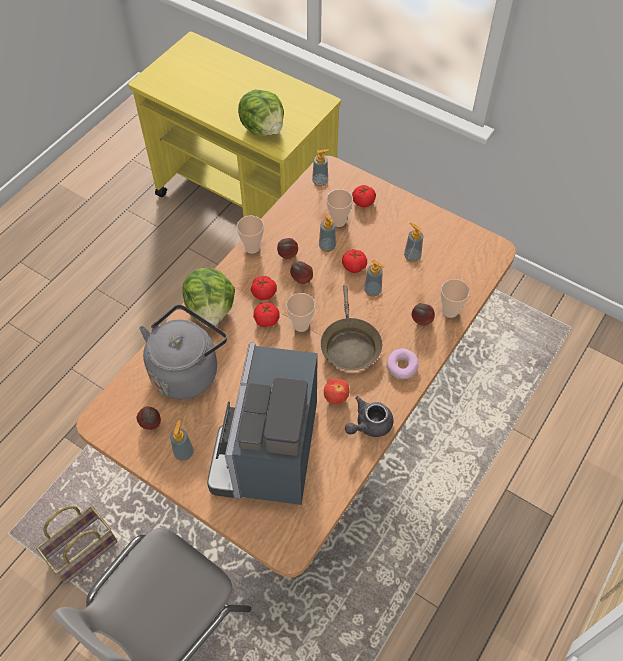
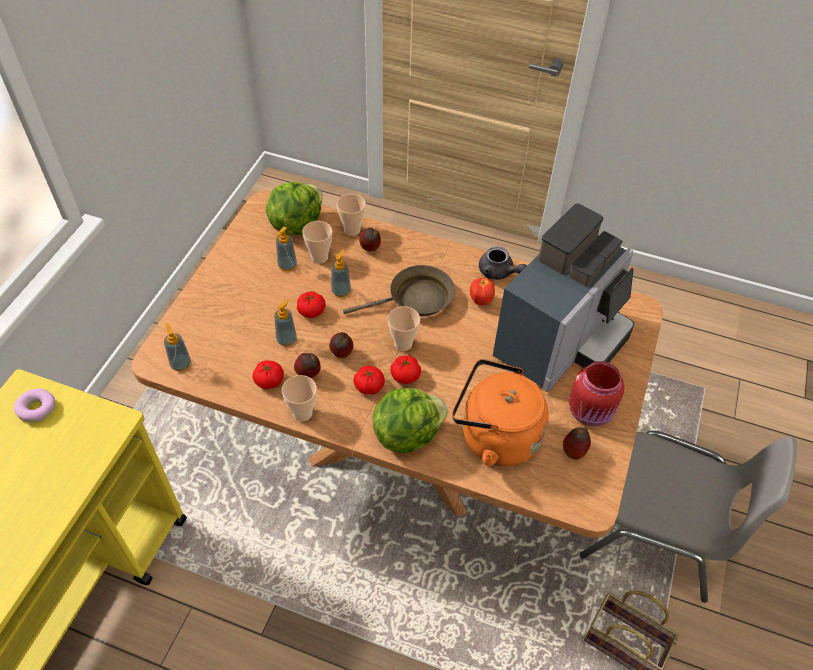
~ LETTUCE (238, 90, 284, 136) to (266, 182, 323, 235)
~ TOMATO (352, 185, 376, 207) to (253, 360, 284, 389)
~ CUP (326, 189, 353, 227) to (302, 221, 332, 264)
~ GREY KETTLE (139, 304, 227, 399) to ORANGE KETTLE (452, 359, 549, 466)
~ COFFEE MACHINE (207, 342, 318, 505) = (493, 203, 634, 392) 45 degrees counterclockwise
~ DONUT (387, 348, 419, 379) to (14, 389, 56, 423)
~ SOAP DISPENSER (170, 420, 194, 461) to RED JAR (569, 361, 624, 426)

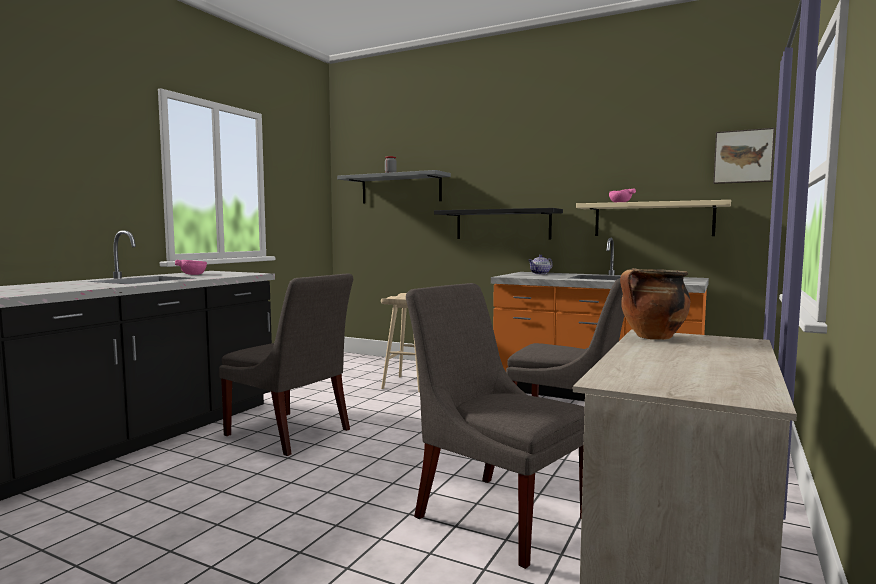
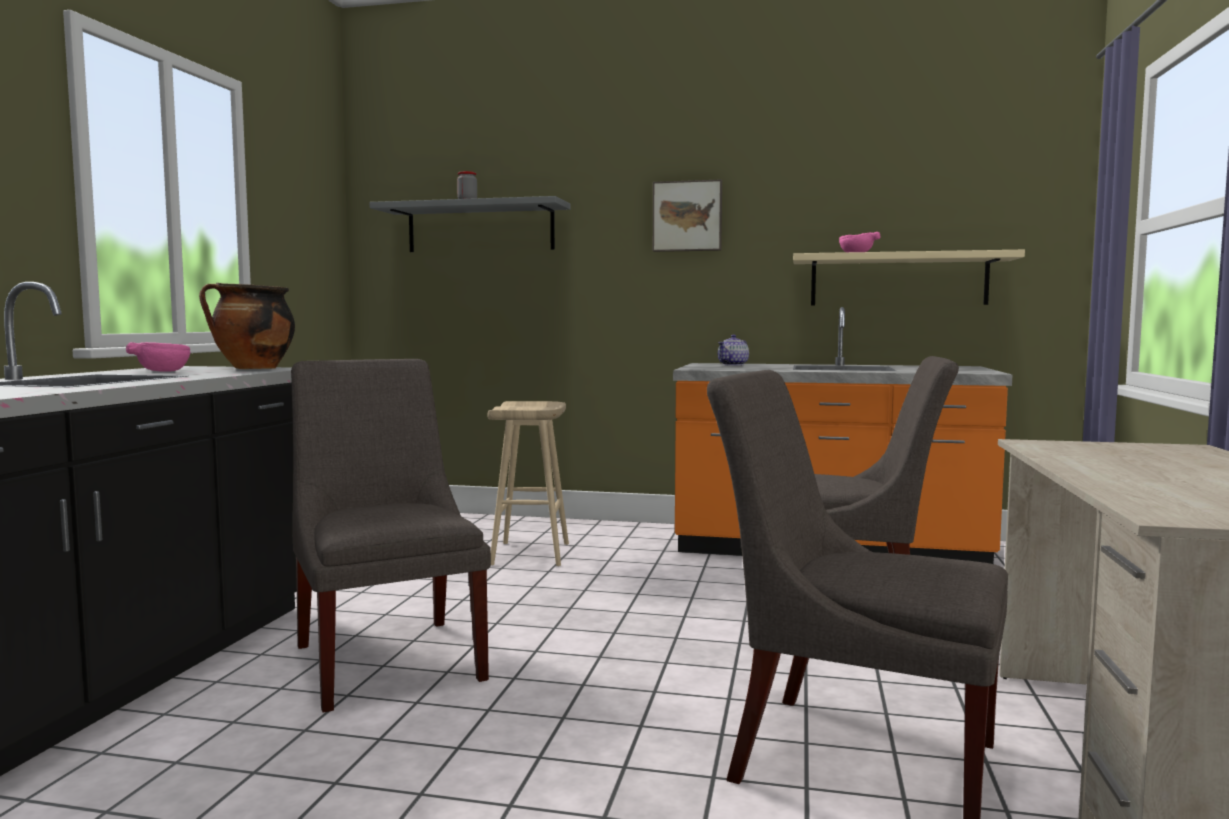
~ PICTURE (713, 128, 775, 184) to (653, 179, 722, 252)
- BLACK SHELF (434, 208, 563, 239)
~ COOKING POT (620, 268, 690, 340) to (199, 283, 295, 369)
~ GREY CHAIR (219, 273, 353, 456) = (291, 359, 491, 713) 135 degrees counterclockwise

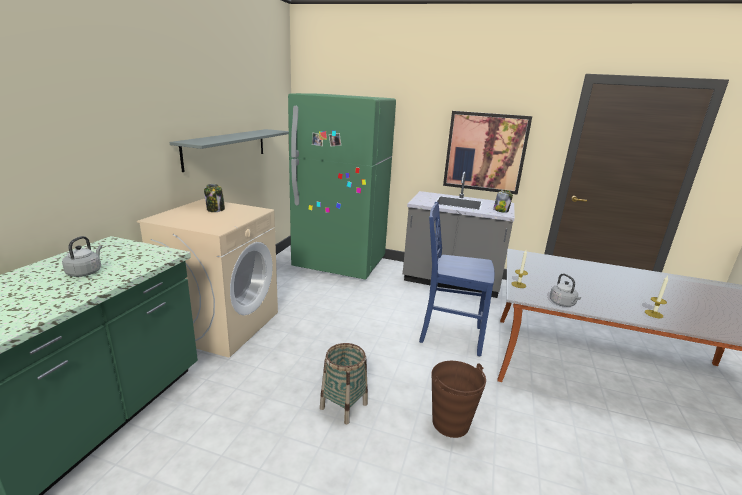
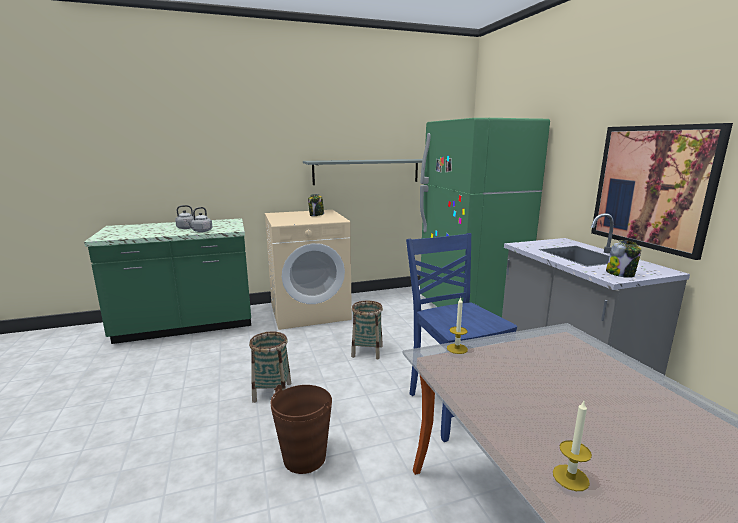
~ GREY KETTLE (550, 273, 581, 307) to (186, 207, 212, 232)
+ BASKET (351, 301, 383, 359)

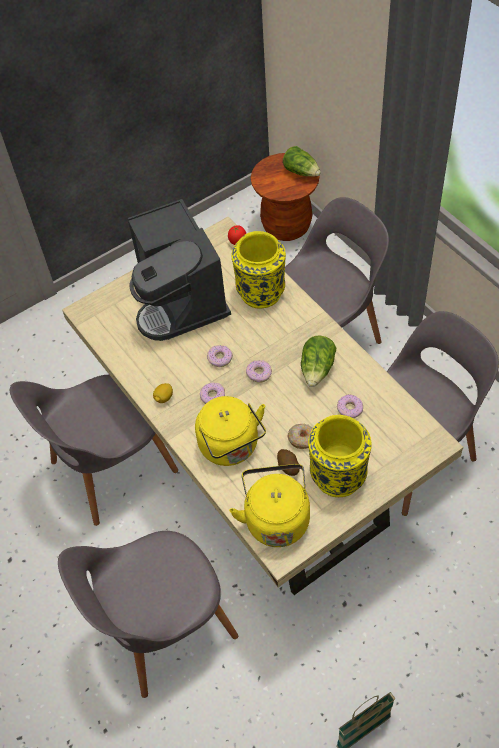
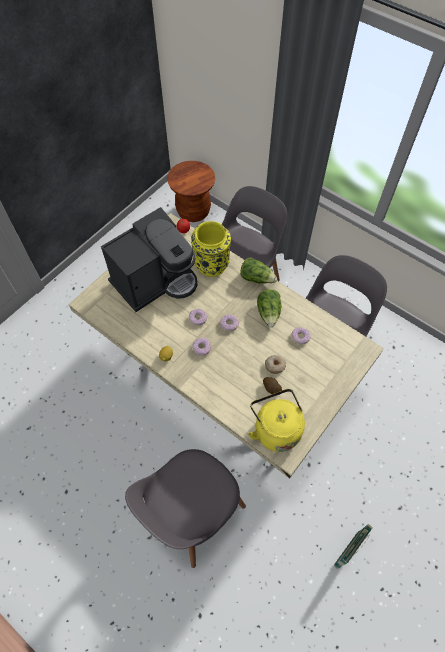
~ LETTUCE (283, 146, 321, 177) to (240, 258, 277, 284)
~ COFFEE MACHINE (127, 199, 231, 341) = (101, 207, 197, 312) 90 degrees counterclockwise
- GREY CHAIR (10, 375, 178, 526)
- YELLOW KETTLE (195, 396, 266, 466)
- YELLOW VASE (308, 415, 372, 497)

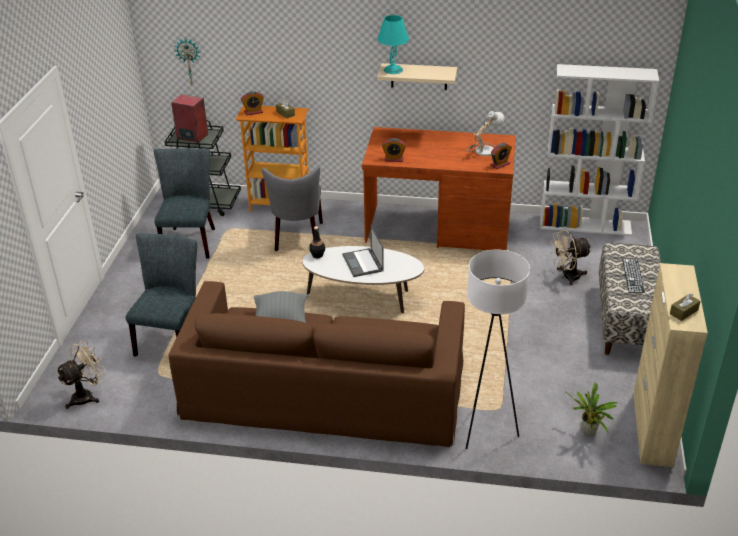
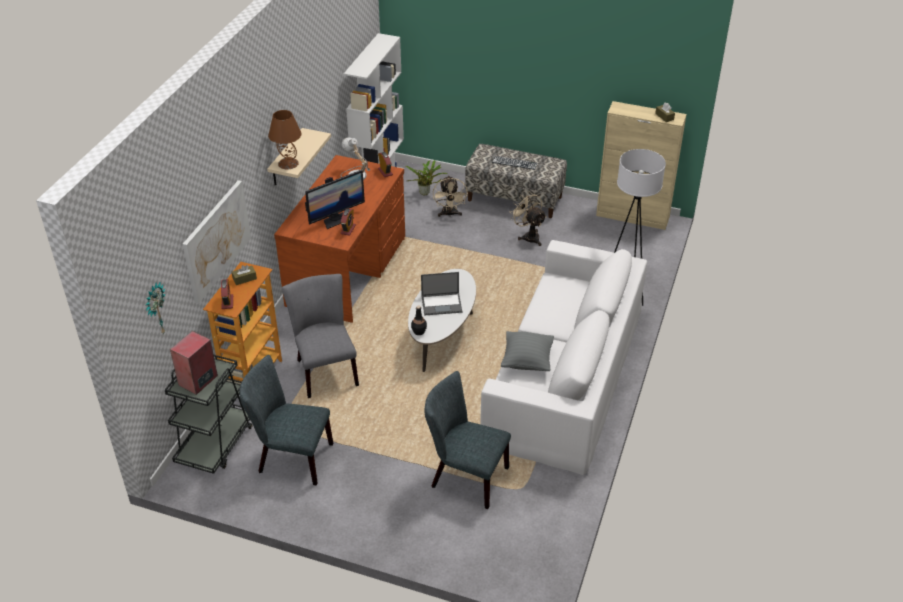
~ TURQUOISE TABLE LAMP (378, 15, 409, 74) to BROWN TABLE LAMP (268, 110, 302, 169)
~ GREY CHAIR (262, 166, 323, 251) = (282, 274, 359, 398) 120 degrees counterclockwise
~ BROWN SOFA (168, 281, 465, 447) to WHITE SOFA (480, 240, 647, 475)
~ BEIGE FAN (56, 340, 106, 409) to (511, 192, 547, 246)
~ POTTED PLANT (565, 383, 618, 435) to (405, 160, 447, 195)
+ MONITOR (305, 170, 365, 229)
+ PICTURE (183, 180, 251, 304)

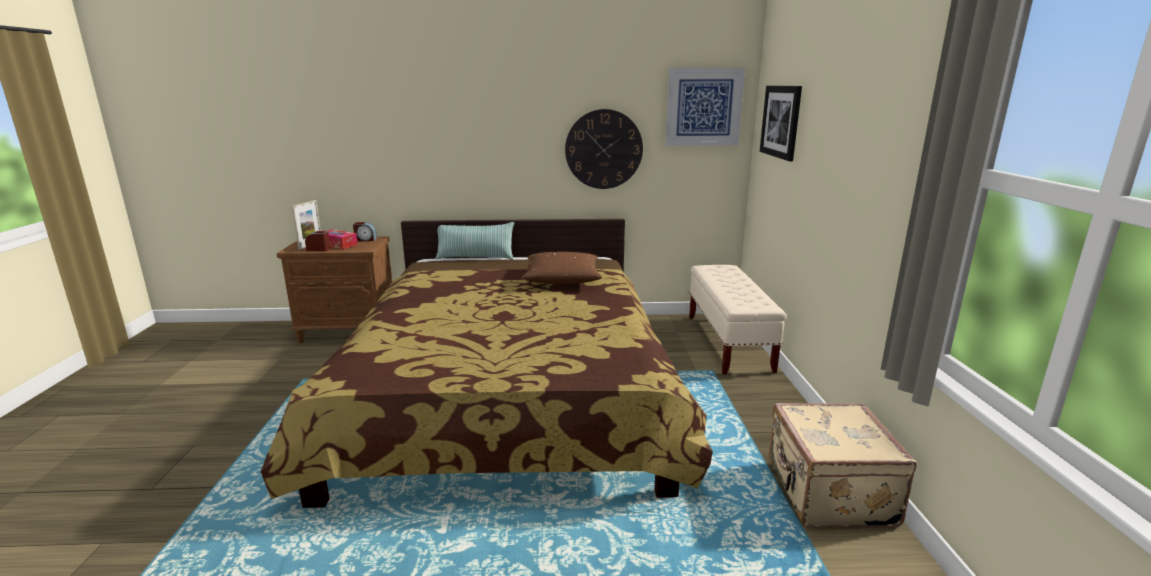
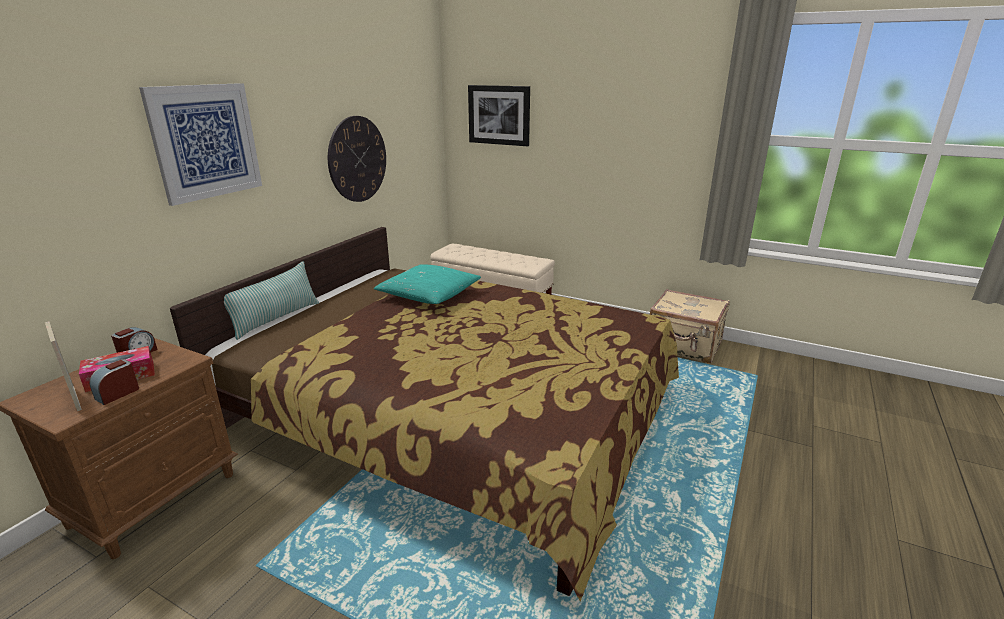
~ PICTURE (665, 68, 745, 146) to (139, 83, 262, 206)
~ BROWN PILLOW (521, 252, 602, 284) to TURQUOISE PILLOW (374, 264, 481, 304)

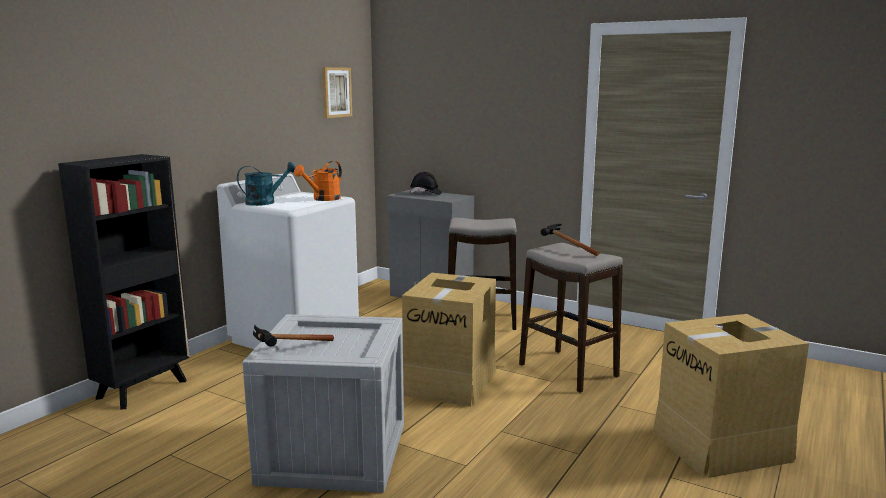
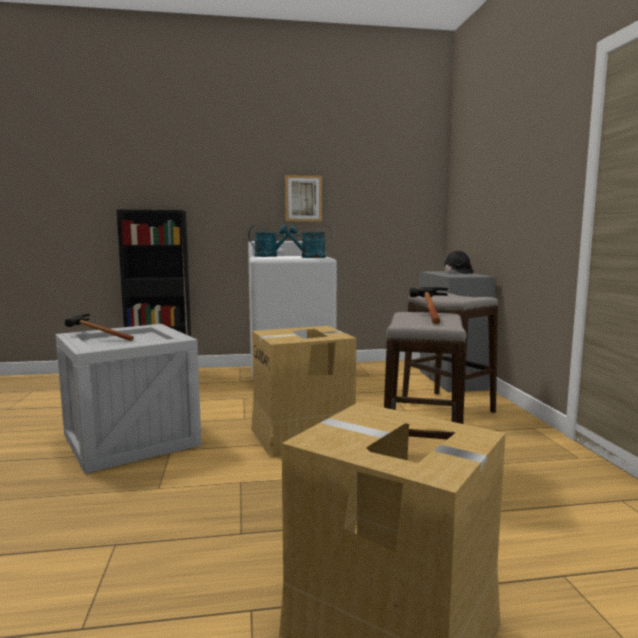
~ PICTURE (322, 67, 352, 118) to (285, 175, 322, 221)
~ ORANGE WATERING CAN (294, 161, 342, 201) to TURQUOISE WATERING CAN (279, 225, 332, 258)

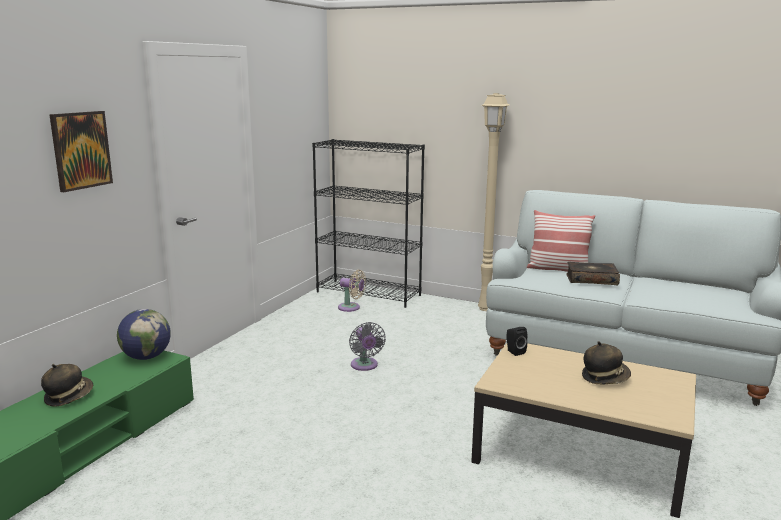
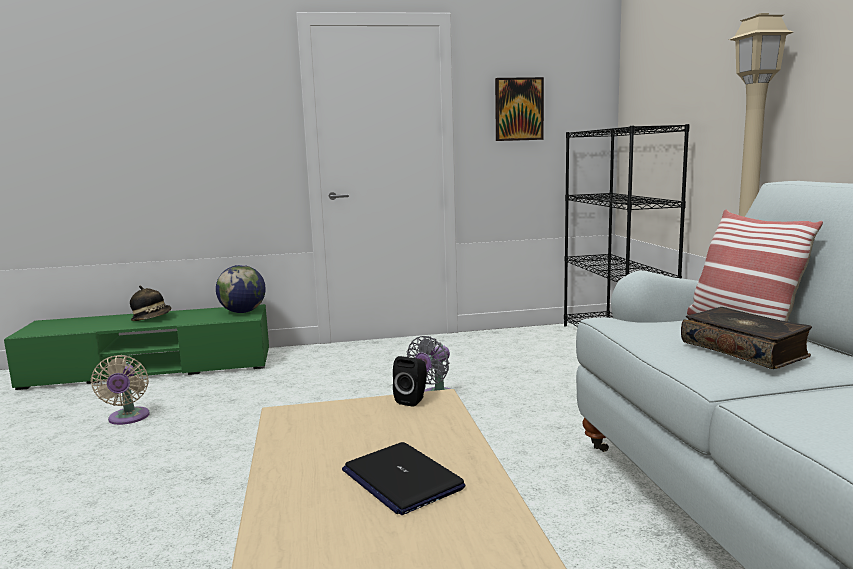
~ PICTURE (49, 111, 113, 192) to (495, 77, 544, 141)
~ BEIGE FAN (338, 270, 366, 312) to (91, 355, 150, 425)
~ HAT (582, 341, 631, 385) to LAPTOP (342, 442, 466, 515)

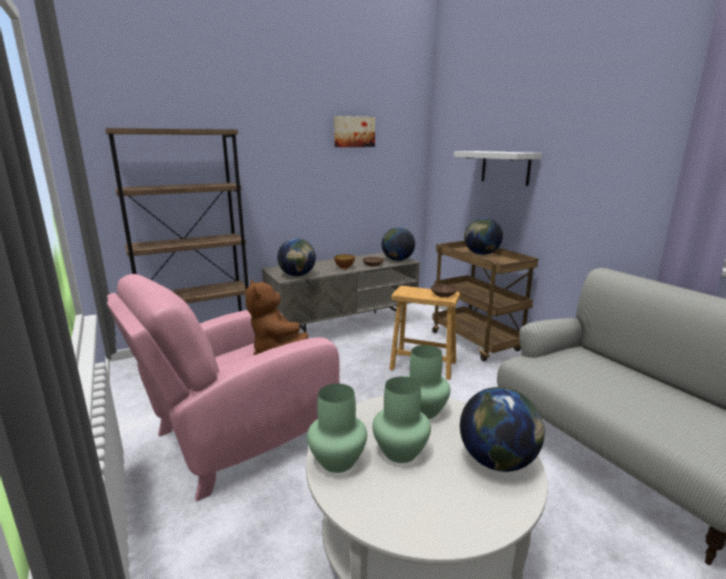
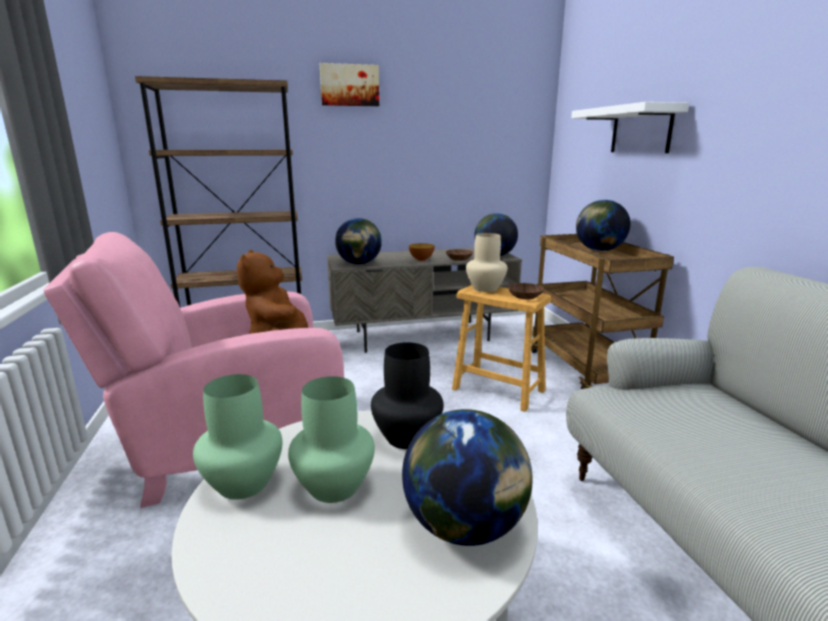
~ PICTURE (334, 116, 375, 147) to (320, 63, 379, 106)
~ GREEN VASE (405, 345, 450, 419) to BLACK VASE (371, 342, 443, 449)
+ BEIGE VASE (466, 233, 507, 292)

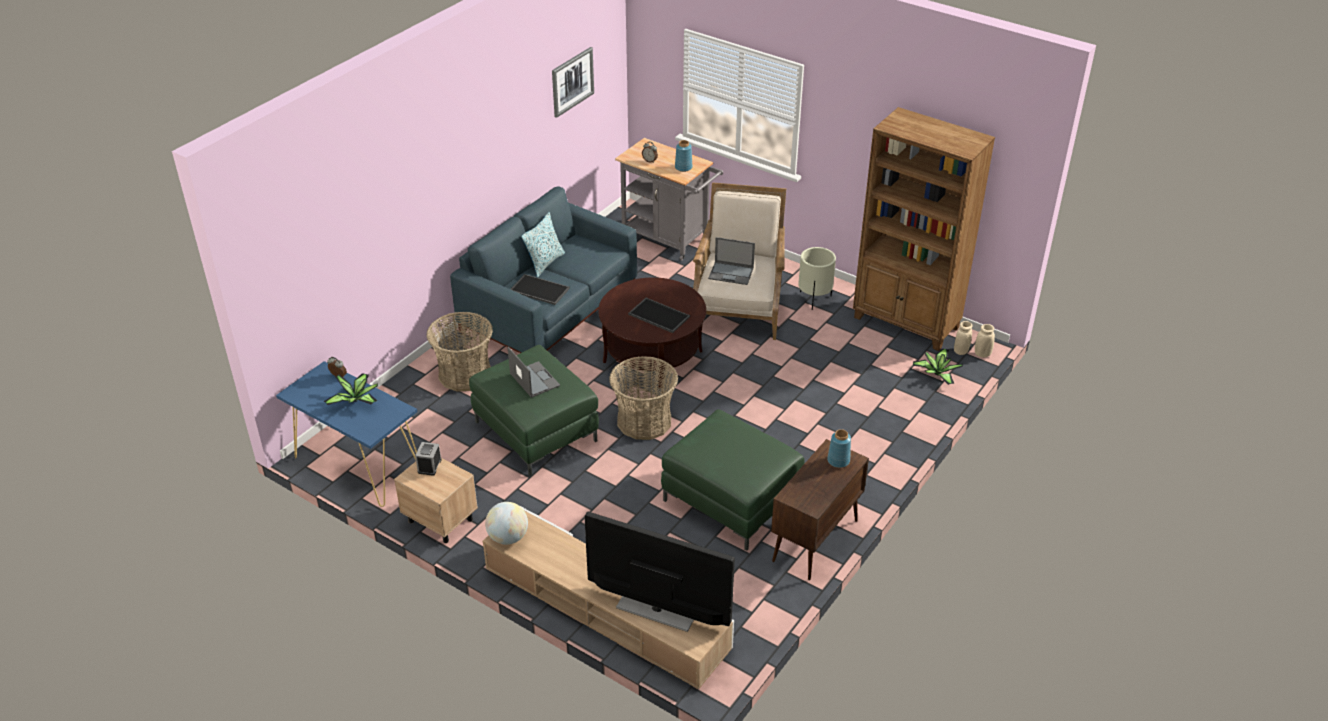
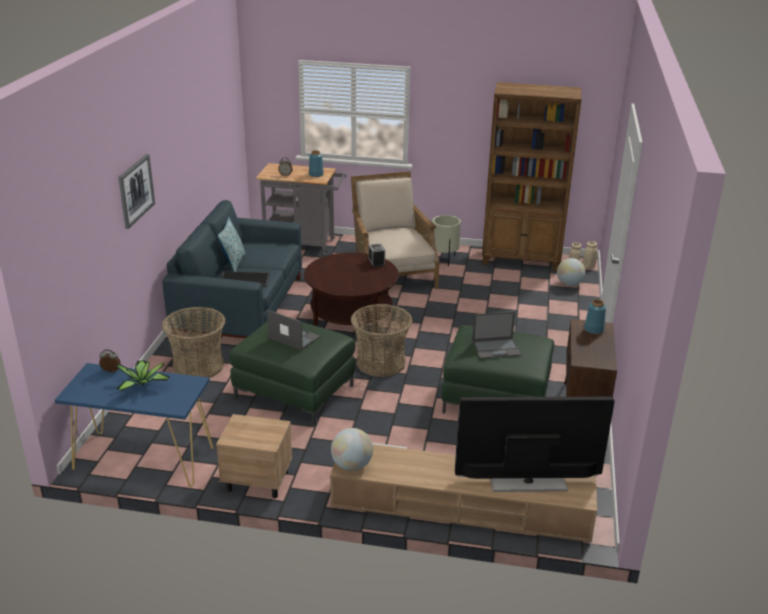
~ PICTURE (552, 47, 594, 118) to (118, 154, 155, 229)
~ LAPTOP (708, 237, 755, 285) to (472, 311, 522, 359)
- TRAY (628, 298, 690, 333)
~ POTTED PLANT (913, 349, 963, 385) to GLOBE (557, 258, 586, 286)
~ ALARM CLOCK (415, 442, 442, 476) to (368, 244, 385, 267)

